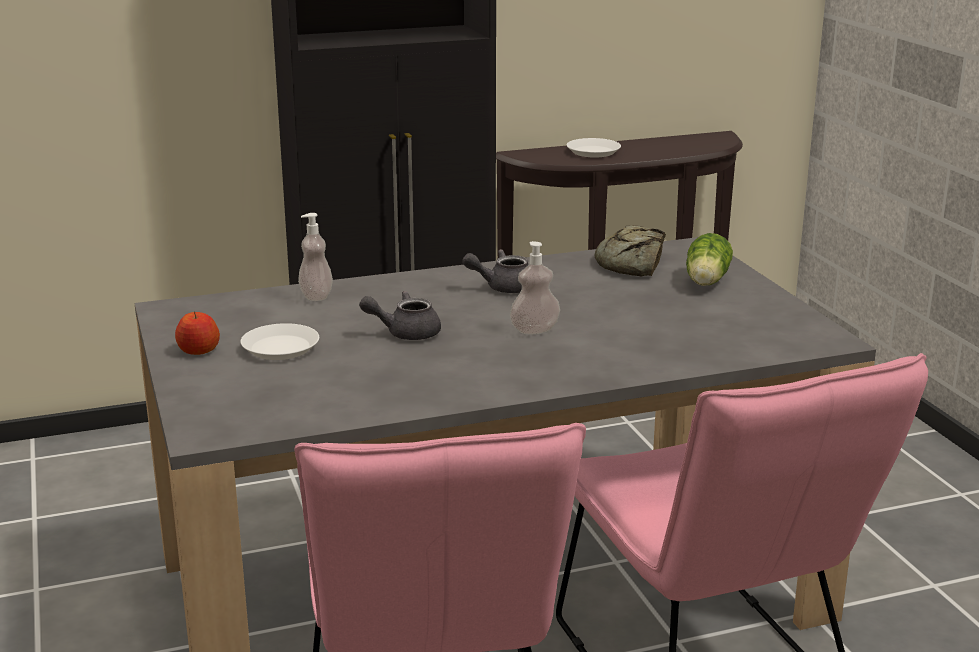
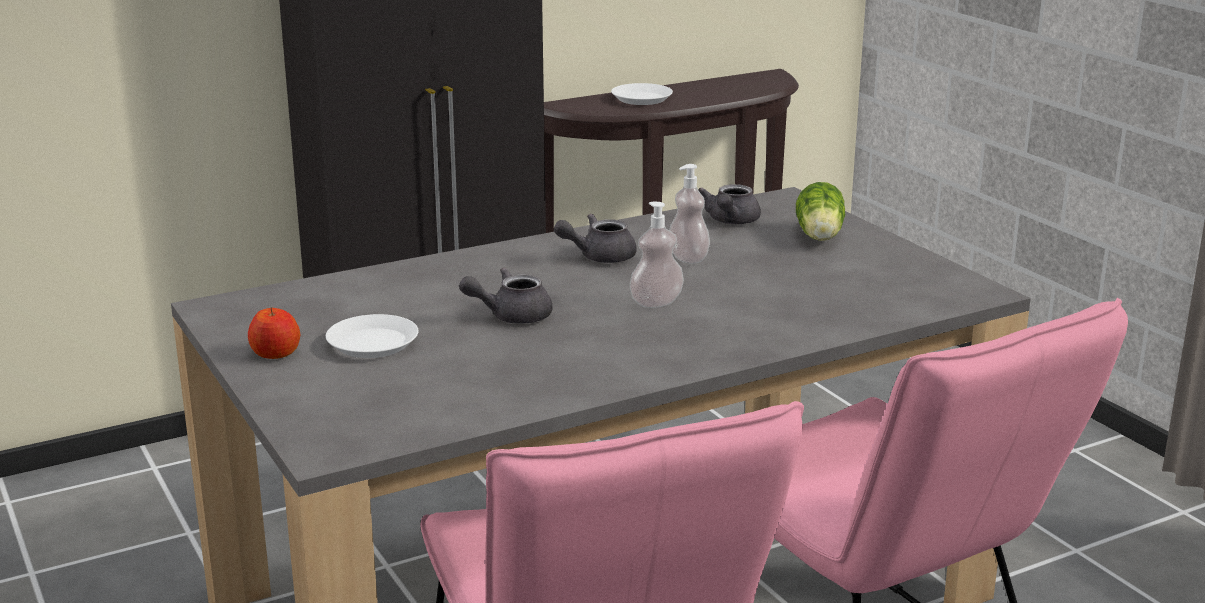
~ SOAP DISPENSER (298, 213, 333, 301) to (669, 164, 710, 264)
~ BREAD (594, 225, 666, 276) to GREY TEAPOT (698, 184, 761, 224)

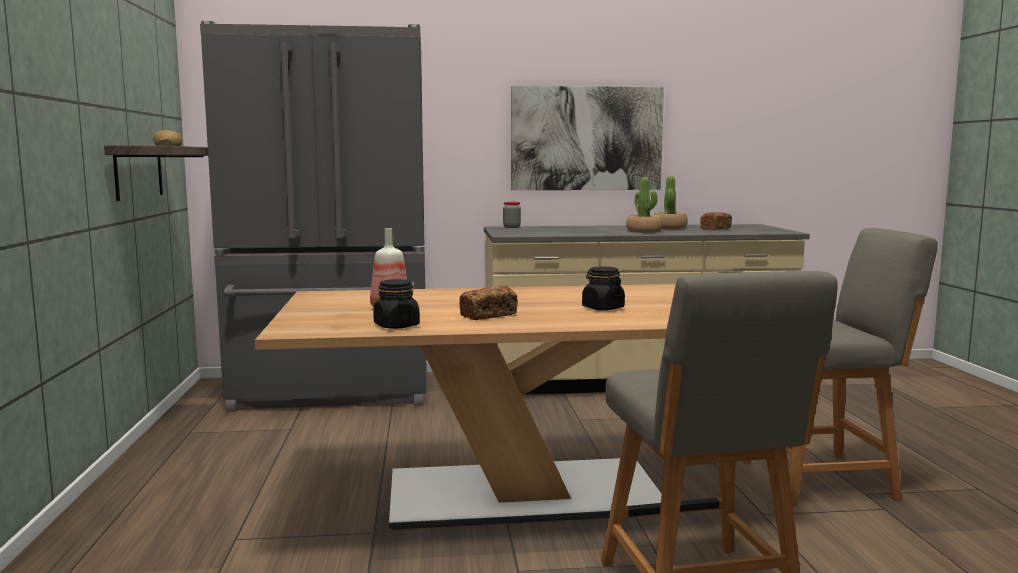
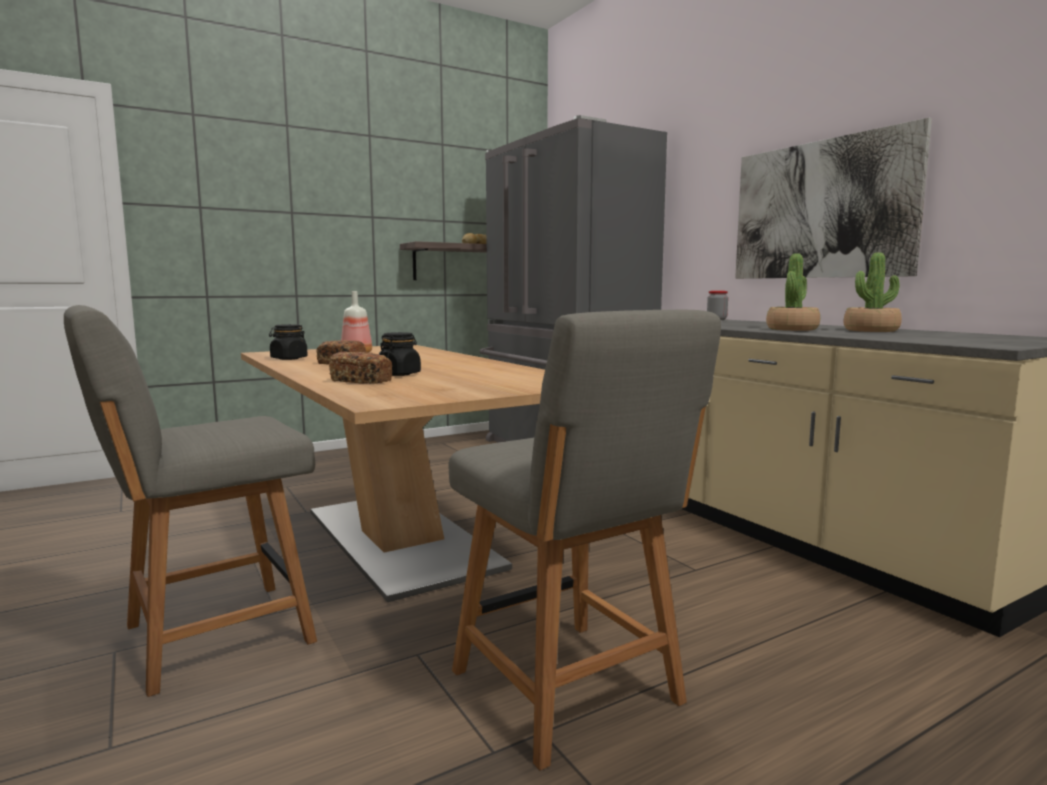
~ BREAD (700, 212, 732, 230) to (329, 351, 392, 384)

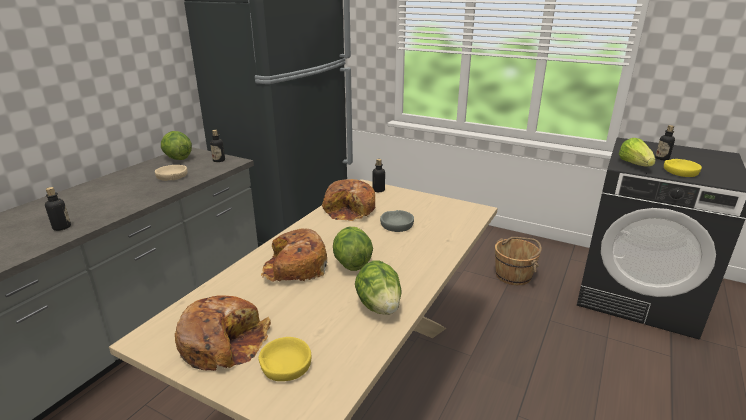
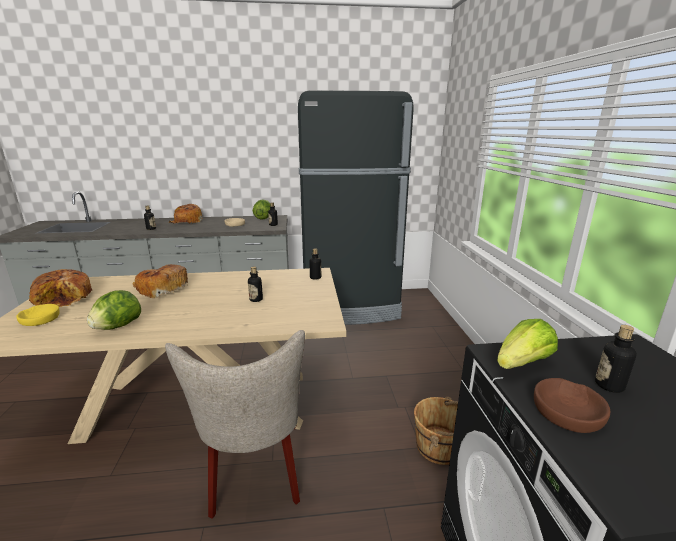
~ YELLOW BOWL (664, 159, 702, 177) to BROWN BOWL (534, 378, 610, 433)
~ BREAD (322, 179, 375, 221) to (169, 204, 203, 223)
~ GREY BOWL (380, 210, 414, 232) to BOTTLE (248, 267, 263, 302)
- LETTUCE (333, 227, 373, 271)
+ BEIGE CHAIR (165, 330, 305, 519)

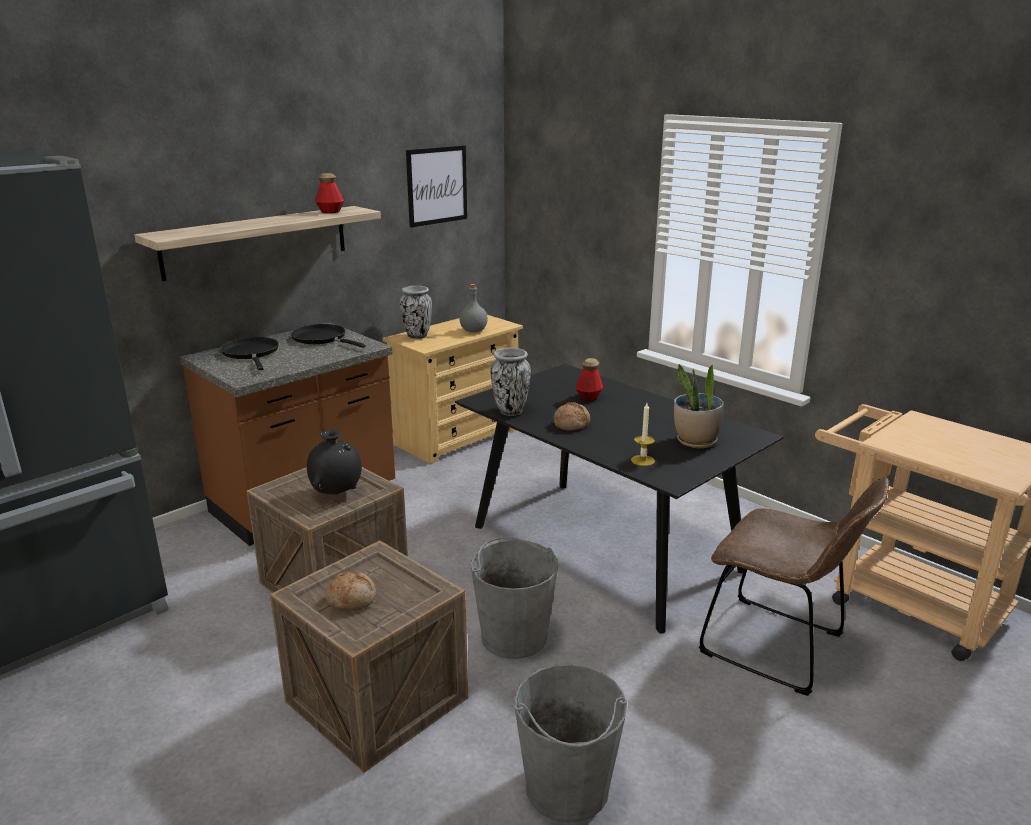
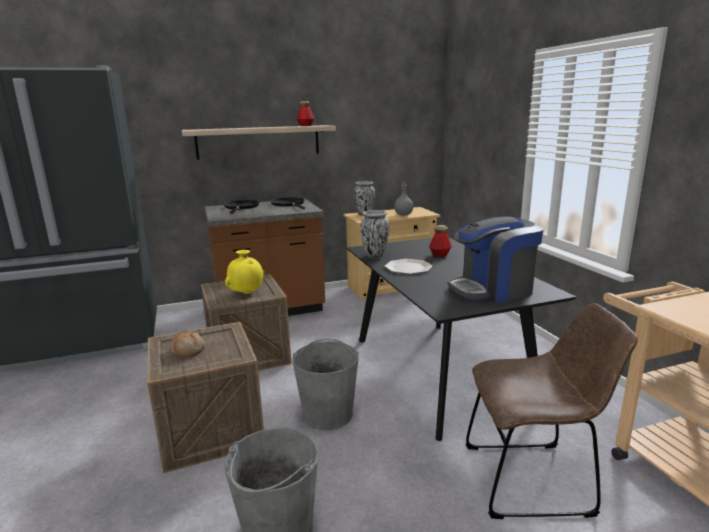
- PICTURE (406, 145, 467, 227)
~ POTTED PLANT (674, 364, 724, 448) to COFFEE MACHINE (448, 217, 543, 303)
~ BREAD (554, 402, 590, 431) to PLATE (385, 259, 432, 274)
- CANDLE (631, 403, 655, 466)
~ BLACK VASE (307, 430, 362, 495) to YELLOW VASE (225, 250, 264, 294)
~ BROWN CHAIR (699, 477, 889, 696) = (466, 303, 638, 519) 60 degrees counterclockwise

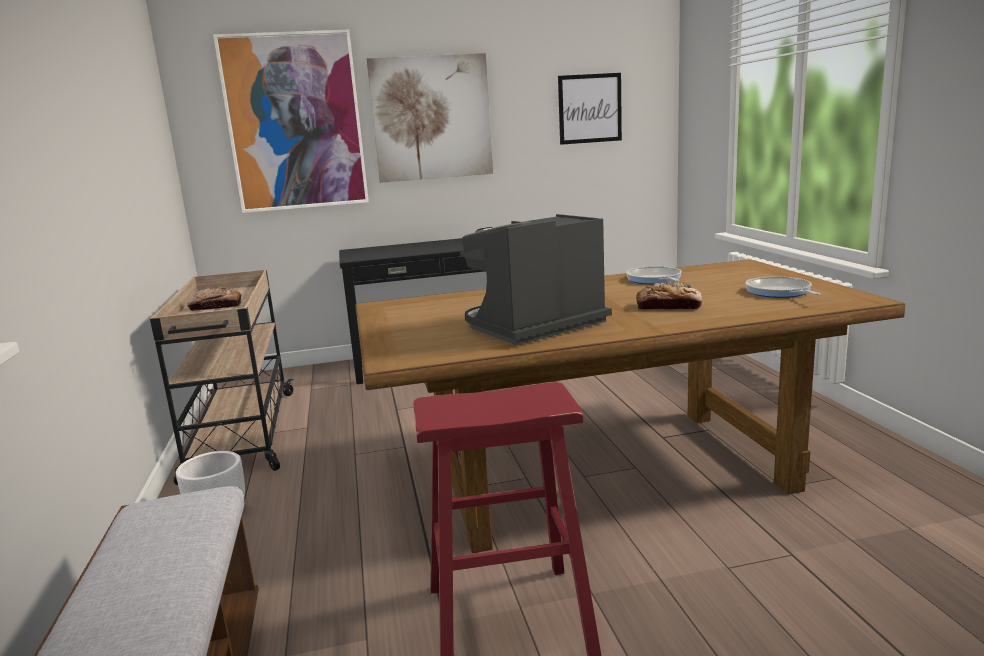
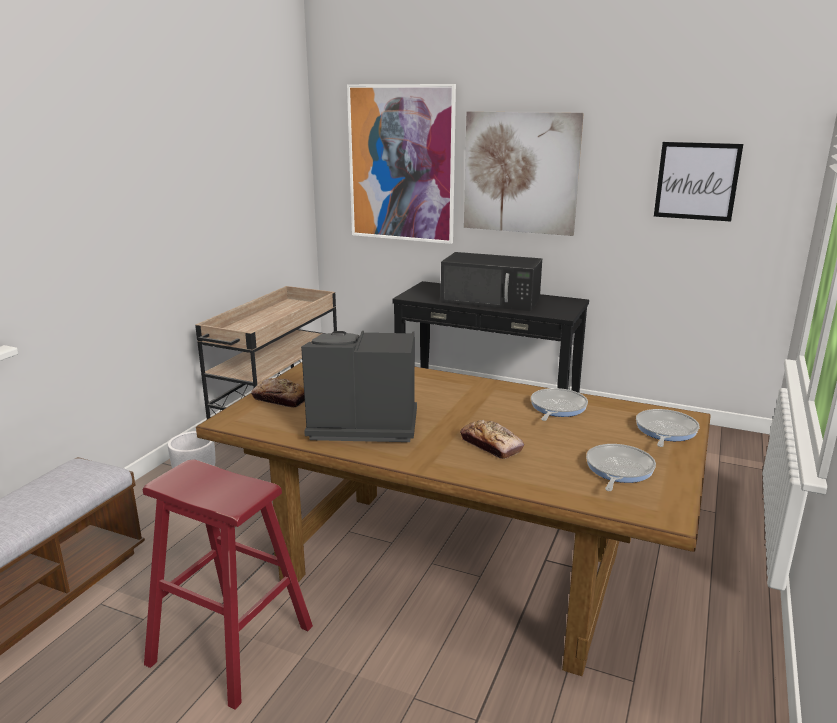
~ BREAD (187, 287, 241, 311) to (251, 378, 305, 408)
+ BLACK MICROWAVE (441, 252, 542, 312)
+ FRYING PAN (636, 409, 699, 447)

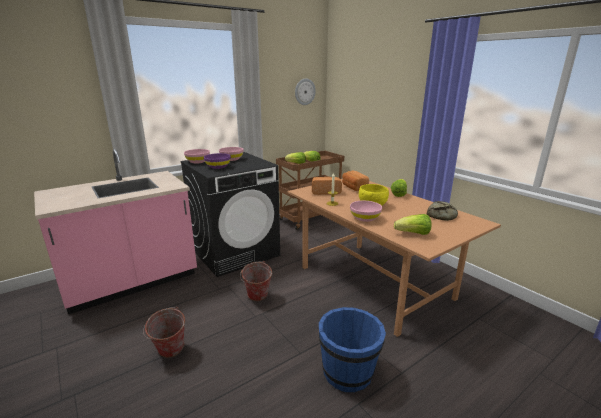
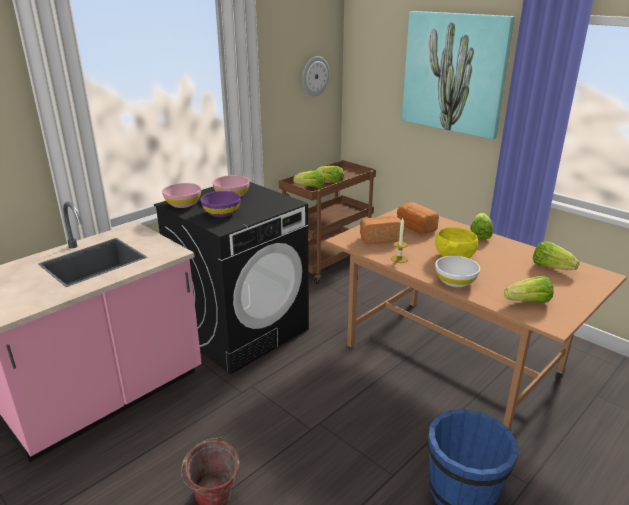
~ PINK BOWL (350, 201, 382, 222) to WHITE BOWL (435, 256, 480, 287)
~ BREAD (427, 201, 458, 221) to LETTUCE (533, 241, 580, 270)
- BUCKET (240, 261, 272, 301)
+ PICTURE (402, 11, 515, 139)

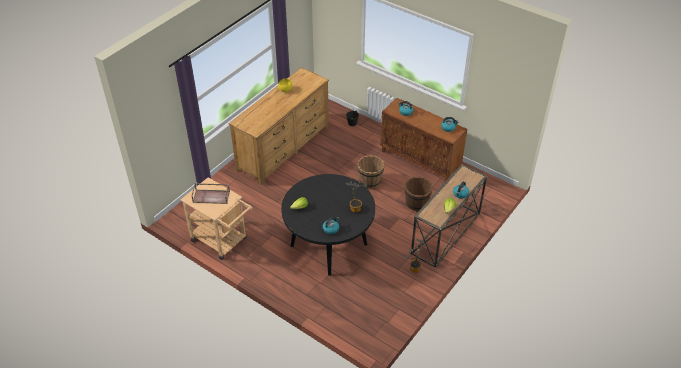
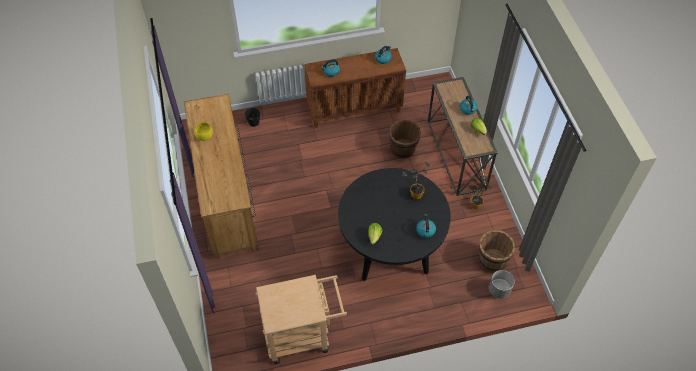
~ BROWN BUCKET (357, 155, 384, 189) to (479, 230, 516, 272)
- BROWN TRAY (192, 183, 230, 204)
+ GREY PLANTER (489, 270, 515, 299)

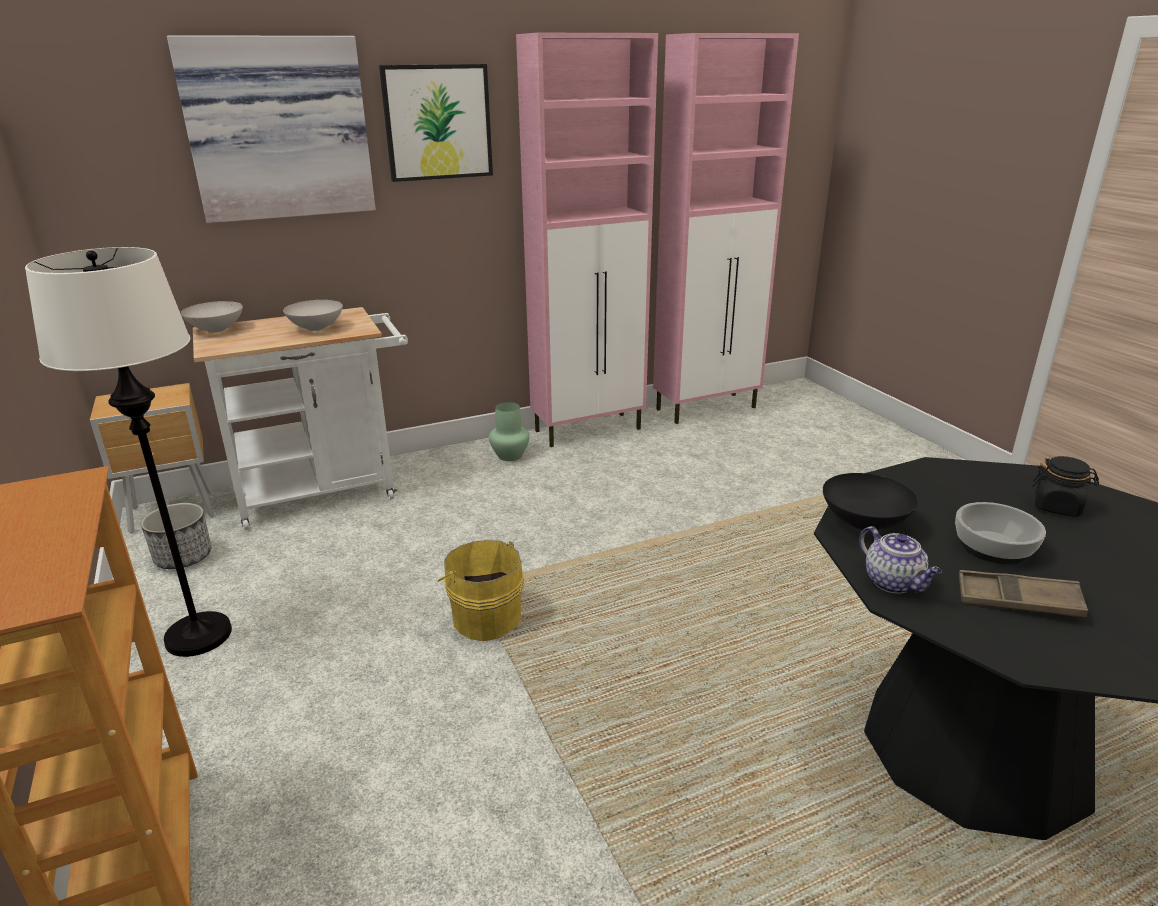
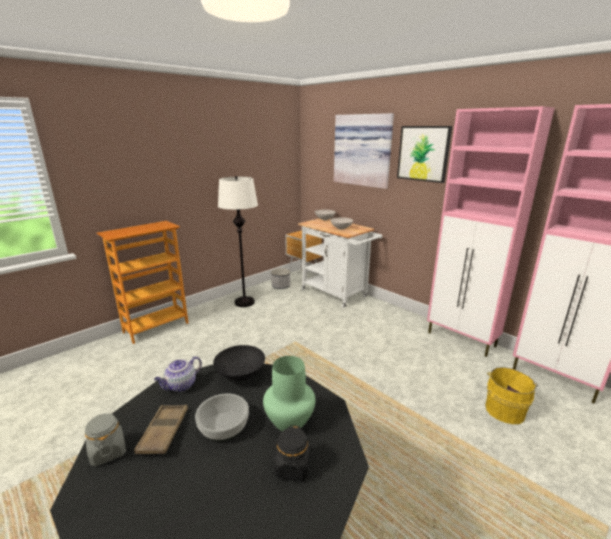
~ GREEN VASE (489, 402, 530, 461) to (263, 356, 316, 431)
~ YELLOW BUCKET (437, 540, 524, 641) to (485, 367, 539, 424)
+ GREY JAR (85, 413, 126, 466)

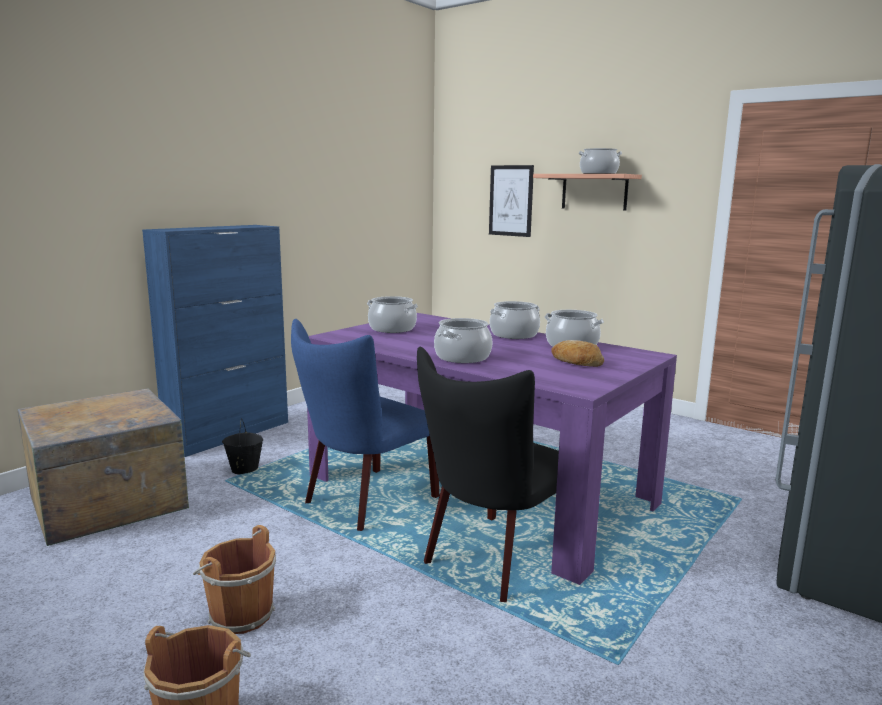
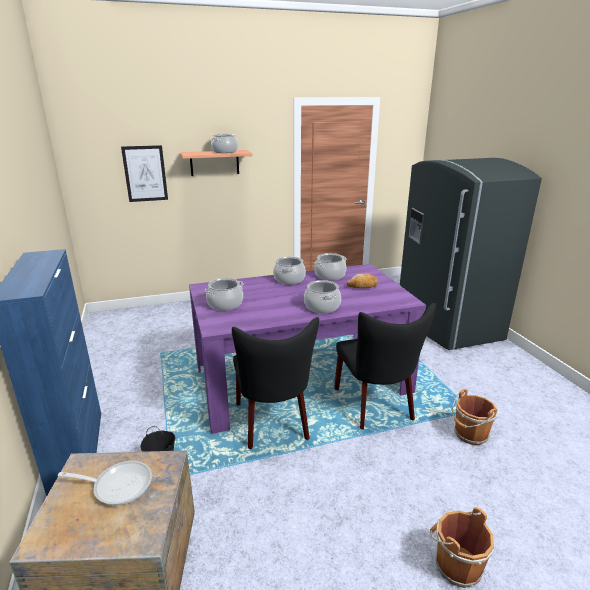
~ BLUE CHAIR (291, 319, 439, 531) to BLACK CHAIR (232, 317, 319, 449)
~ BROWN BUCKET (193, 525, 276, 634) to (452, 389, 497, 445)
+ FRYING PAN (58, 461, 152, 506)

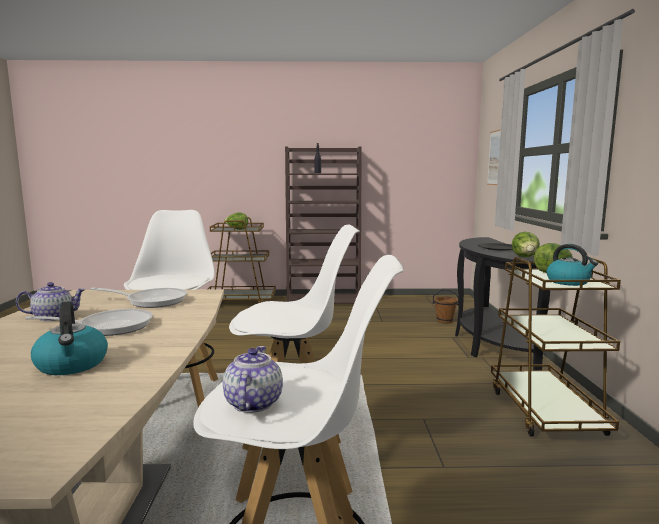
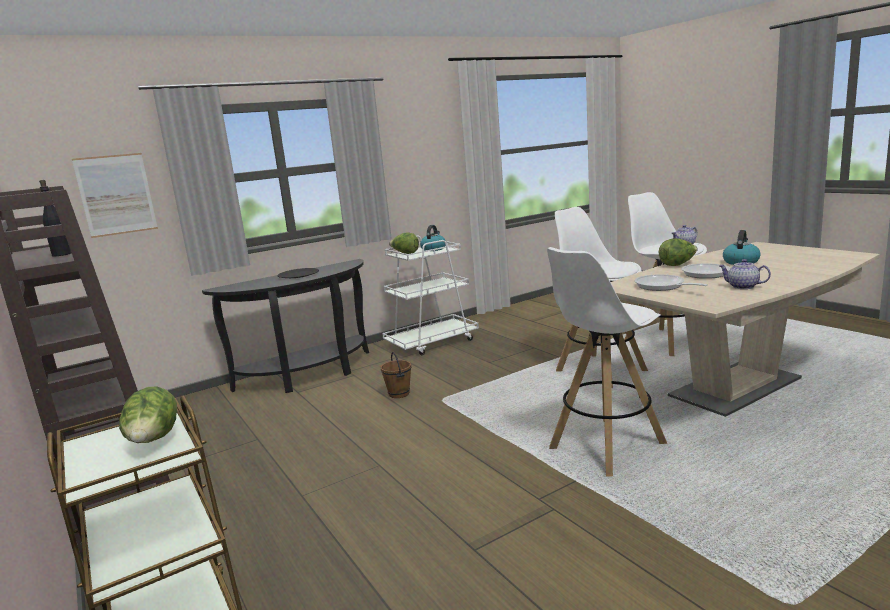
~ LETTUCE (512, 232, 540, 257) to (659, 238, 698, 266)
~ BROWN CART (491, 257, 621, 437) to WHITE CART (382, 235, 479, 355)
~ BROWN BUCKET (432, 289, 459, 324) to (380, 352, 411, 398)

